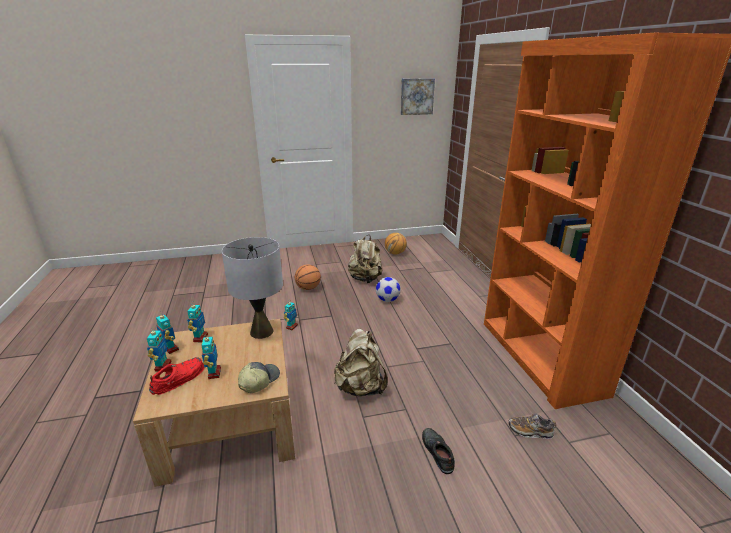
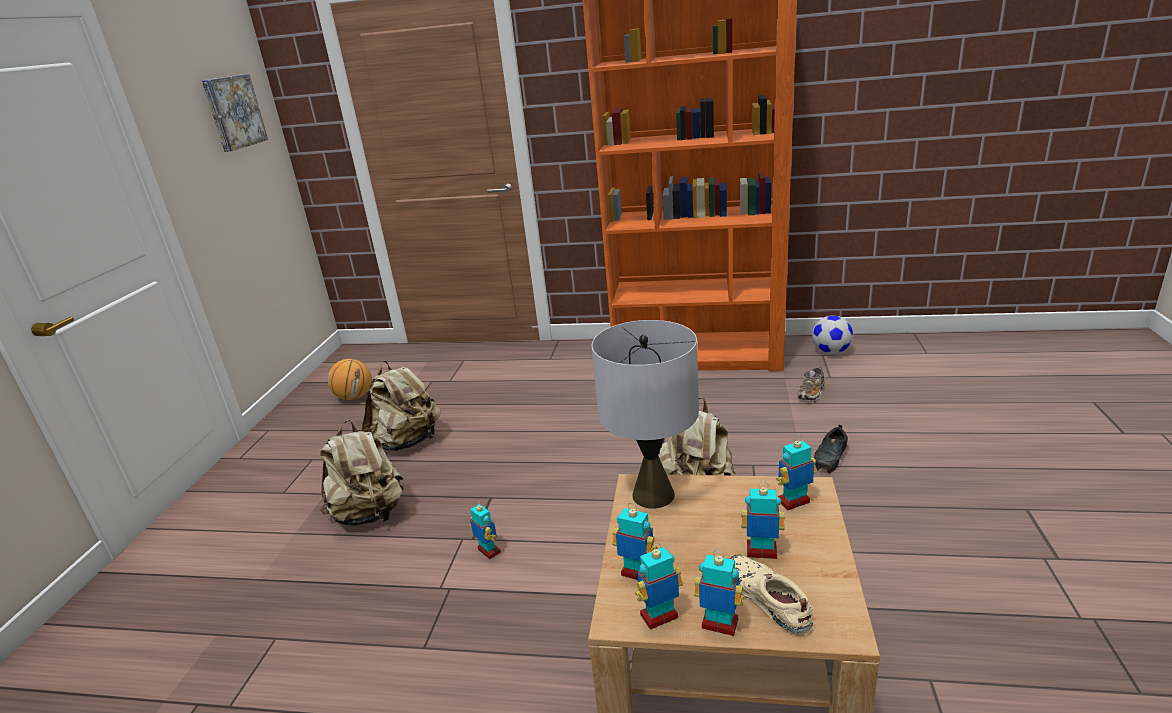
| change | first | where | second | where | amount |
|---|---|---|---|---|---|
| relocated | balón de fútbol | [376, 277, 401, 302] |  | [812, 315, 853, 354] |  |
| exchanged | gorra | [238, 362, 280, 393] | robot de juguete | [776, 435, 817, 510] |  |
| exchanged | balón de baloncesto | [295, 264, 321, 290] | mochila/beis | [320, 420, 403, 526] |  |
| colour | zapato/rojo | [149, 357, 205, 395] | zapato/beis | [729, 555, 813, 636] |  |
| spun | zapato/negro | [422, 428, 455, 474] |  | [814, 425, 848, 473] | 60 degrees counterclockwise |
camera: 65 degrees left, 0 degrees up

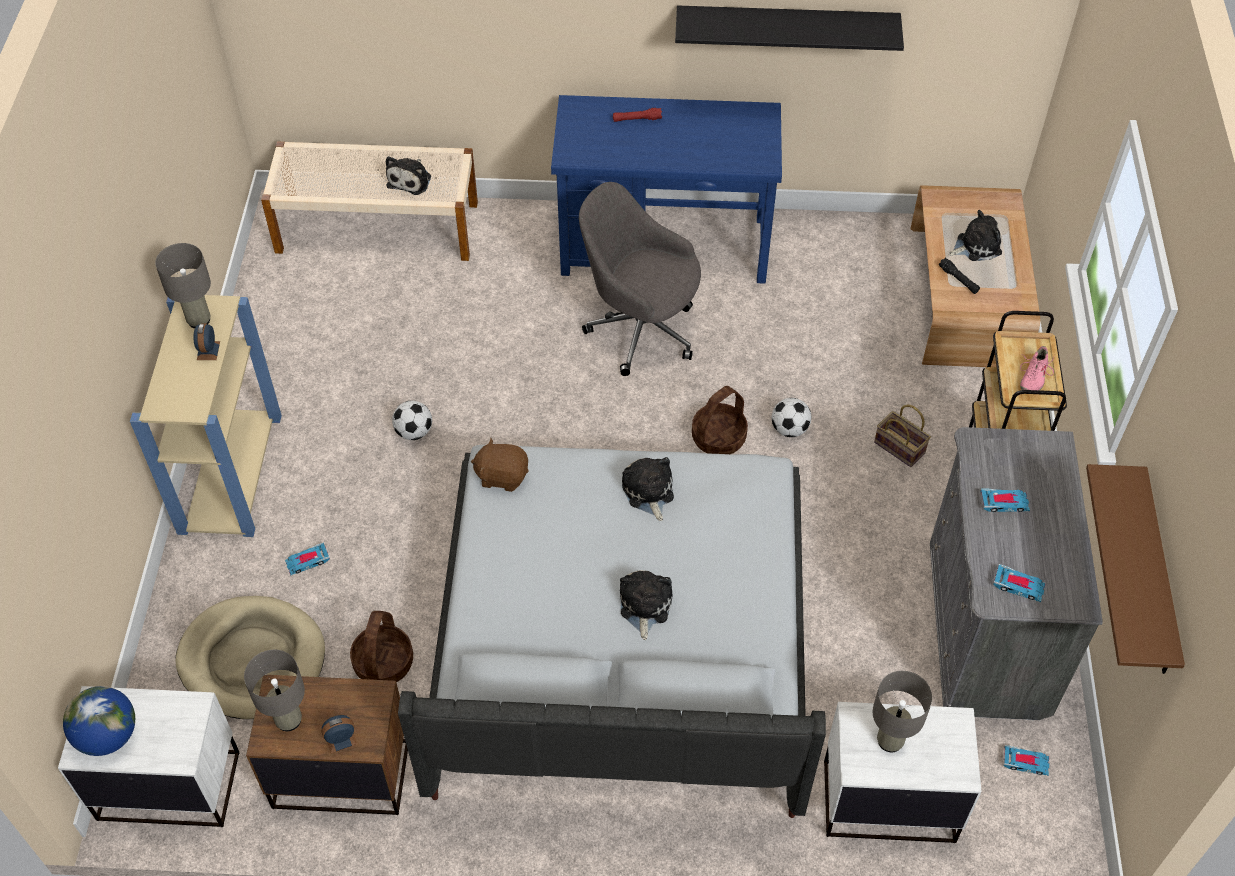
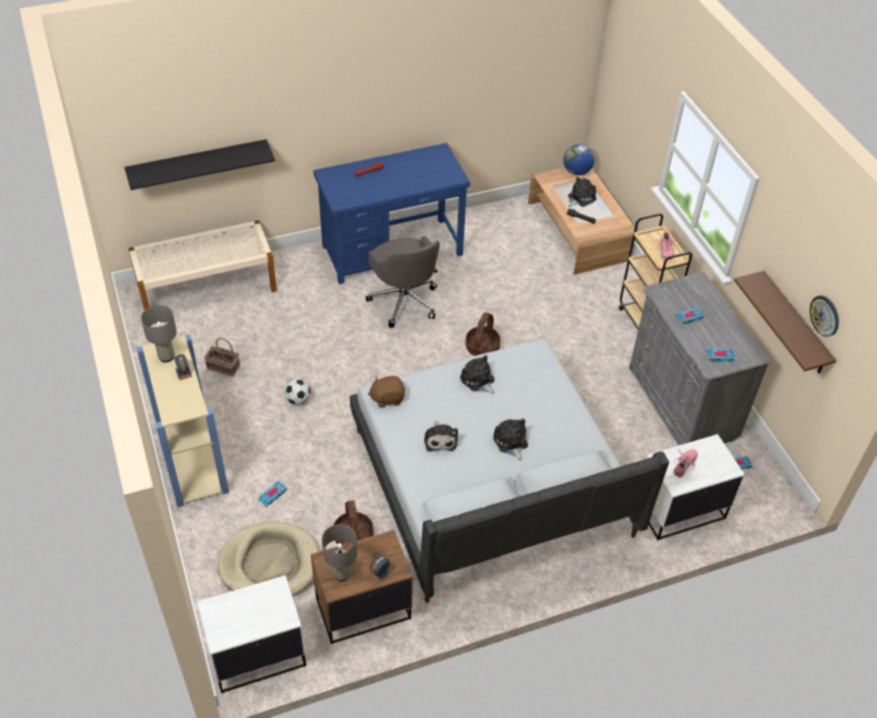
| change | first | where | second | where | amount |
|---|---|---|---|---|---|
| missing | balón de fútbol | [772, 398, 811, 437] |  |  |  |
| appeared |  |  | reloj de pared | [810, 295, 839, 337] |  |
| relocated | globo terráqueo | [63, 686, 135, 756] |  | [564, 144, 595, 175] |  |
| relocated | peluche | [386, 156, 431, 195] |  | [424, 421, 458, 452] |  |
| relocated | estante/negro | [675, 5, 904, 51] |  | [124, 139, 275, 190] |  |
| relocated | cesta | [874, 405, 931, 467] |  | [204, 338, 240, 377] |  |
| exchanged | lámpara de mesa/gris | [873, 671, 932, 752] | zapato/rosa | [673, 449, 697, 477] |  |
| spun | silla de oficina/gris | [579, 182, 701, 376] |  | [365, 236, 440, 328] | 120 degrees counterclockwise |
camera: 25 degrees left, 5 degrees down

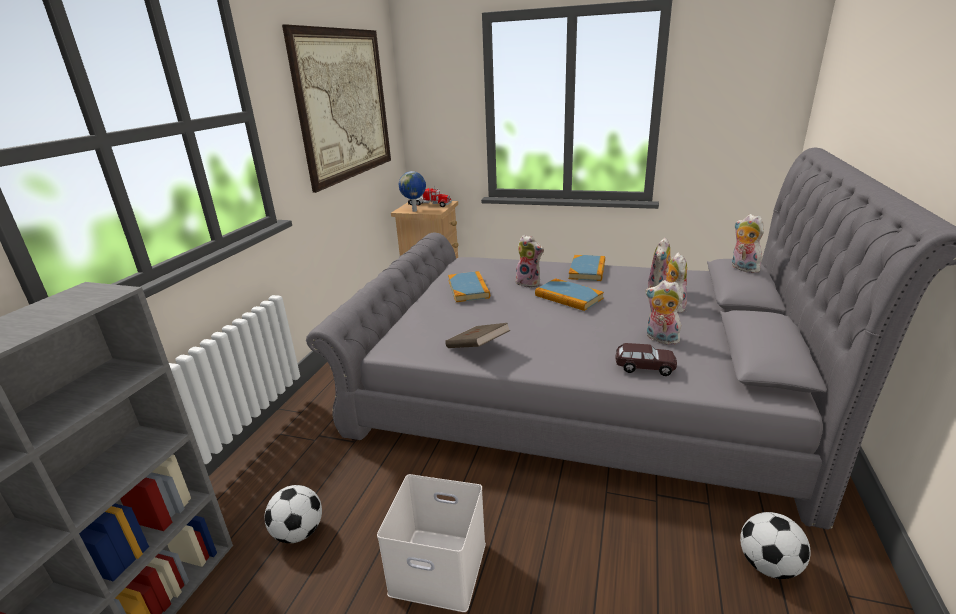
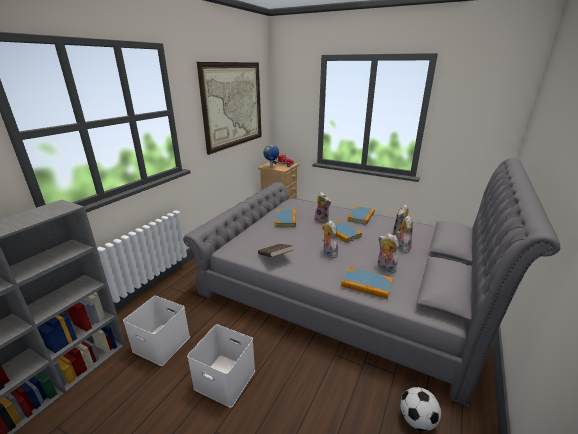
| change | first | where | second | where | amount |
|---|---|---|---|---|---|
| relocated | peluche | [732, 214, 764, 273] |  | [322, 220, 338, 258] |  |
| exchanged | balón de fútbol | [264, 485, 322, 543] | caja de almacenaje/blanco | [123, 296, 190, 366] |  |
| exchanged | coche de juguete/marrón | [616, 343, 677, 376] | libro | [341, 267, 393, 299] |  |
camera: 10 degrees right, 0 degrees up

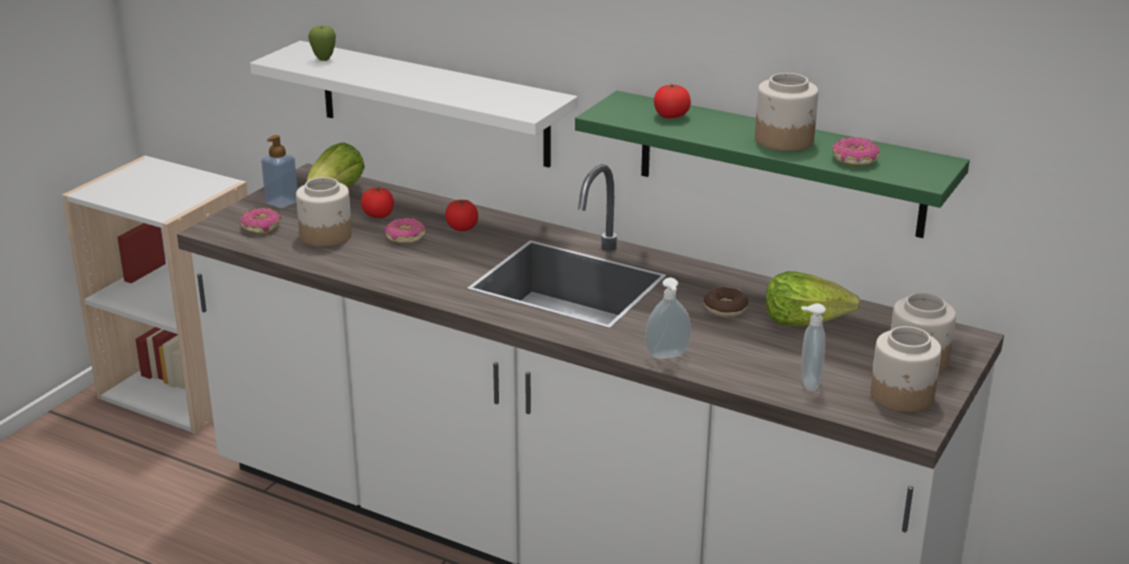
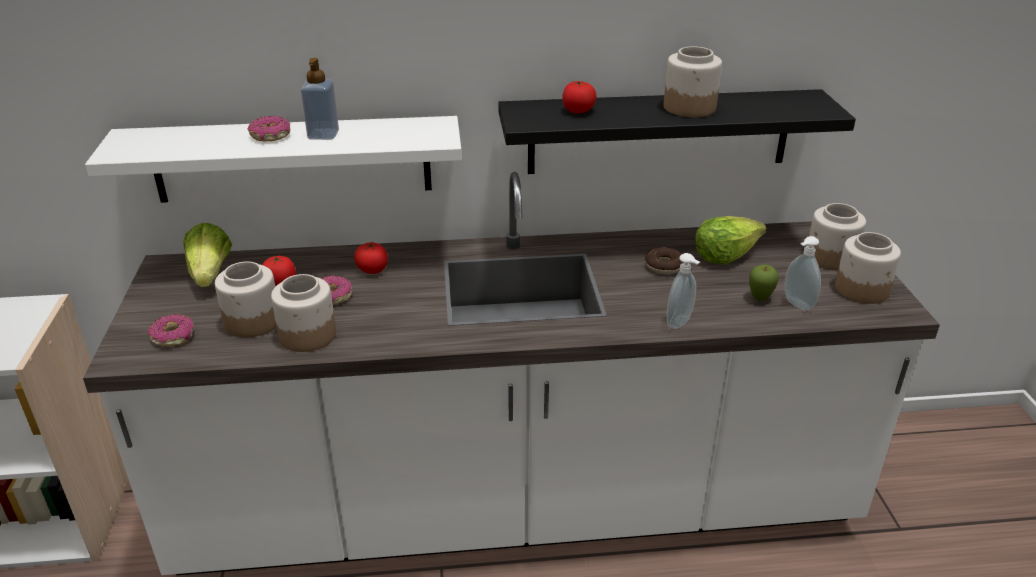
| change | first | where | second | where | amount |
|---|---|---|---|---|---|
| appeared |  |  | tarro | [271, 274, 336, 352] |  |
| relocated | dispensador de jabón | [261, 135, 298, 208] |  | [301, 58, 339, 140] |  |
| relocated | manzana | [308, 25, 336, 61] |  | [749, 265, 778, 301] |  |
| relocated | rosquilla | [832, 137, 880, 166] |  | [248, 116, 290, 141] |  |
| colour | estante/verde | [575, 91, 970, 238] | estante/negro | [498, 89, 856, 174] |  |
camera: 35 degrees left, 5 degrees up

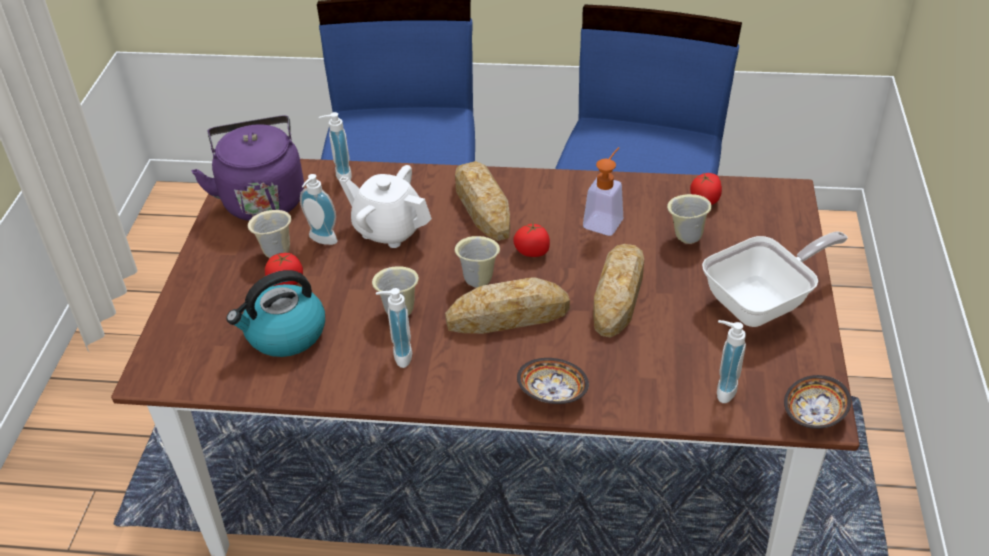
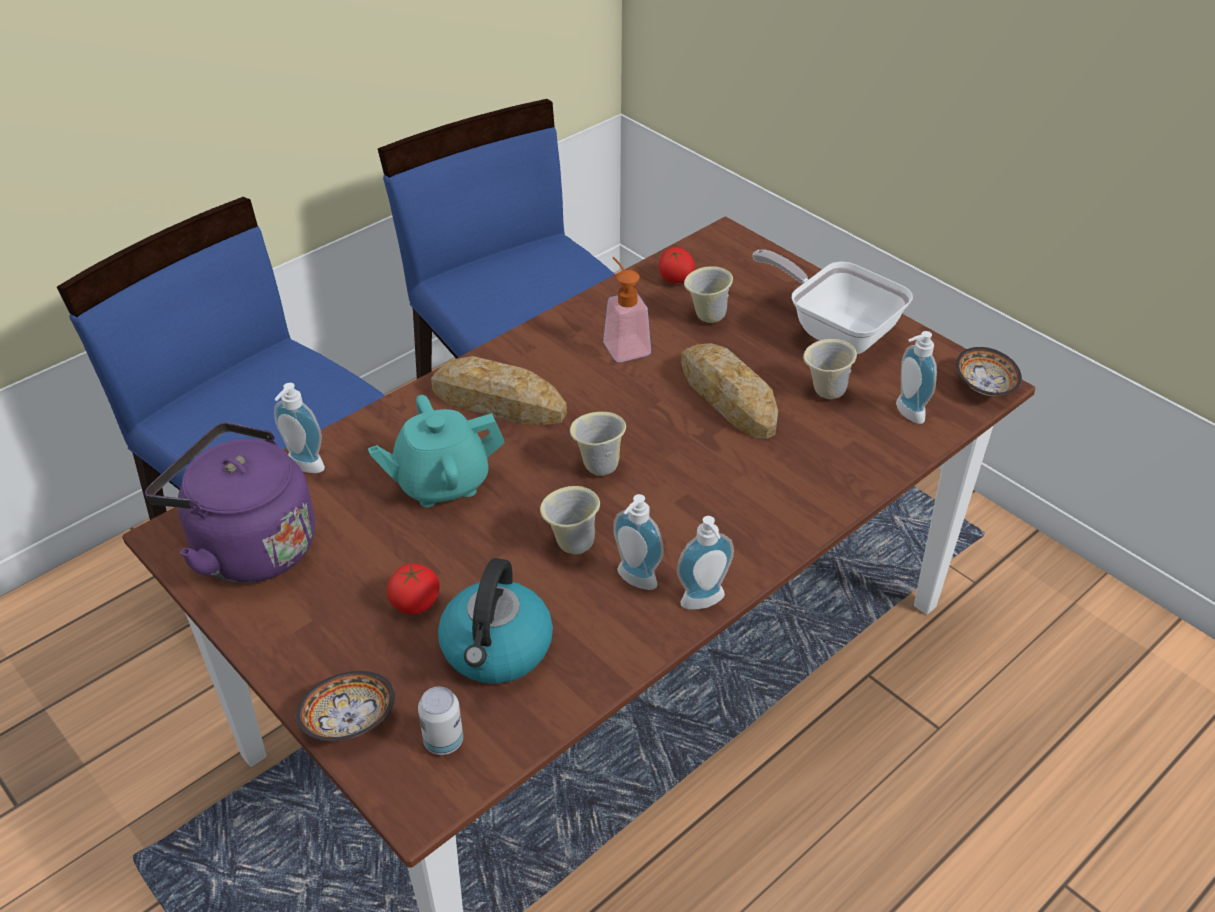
| change | first | where | second | where | amount |
|---|---|---|---|---|---|
| missing | pan | [445, 277, 570, 334] |  |  |  |
| missing | tomate | [513, 223, 550, 257] |  |  |  |
| appeared |  |  | lata | [418, 687, 463, 755] |  |
| relocated | taza grande/beis | [248, 210, 291, 258] |  | [803, 339, 857, 399] |  |
| relocated | dispensador de jabón | [300, 174, 338, 245] |  | [677, 516, 734, 609] |  |
| relocated | cuenco | [517, 358, 589, 404] |  | [296, 671, 395, 741] |  |
| colour | tetera/blanco | [339, 165, 432, 248] | tetera/turquesa | [368, 395, 505, 507] |  |
| spun | sartén | [702, 231, 848, 327] |  | [752, 250, 913, 354] | 60 degrees counterclockwise |
camera: 50 degrees left, 0 degrees up

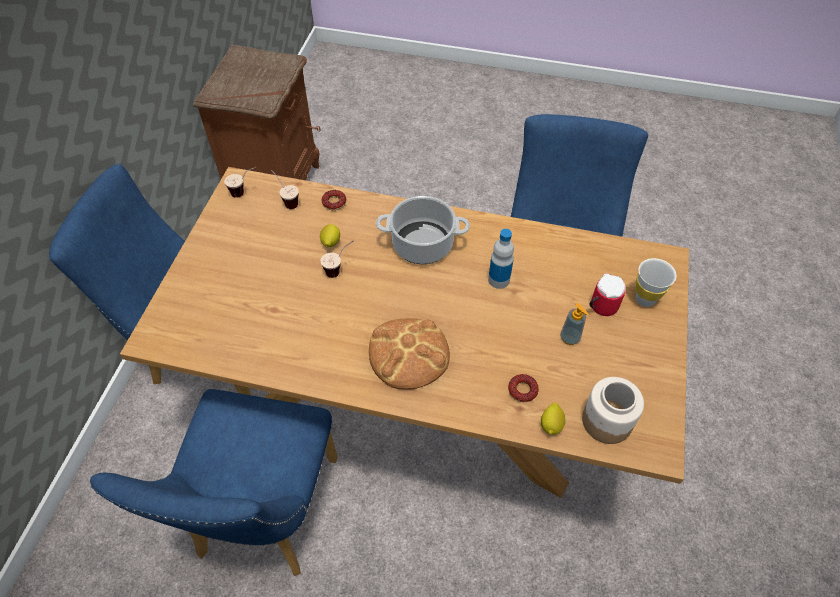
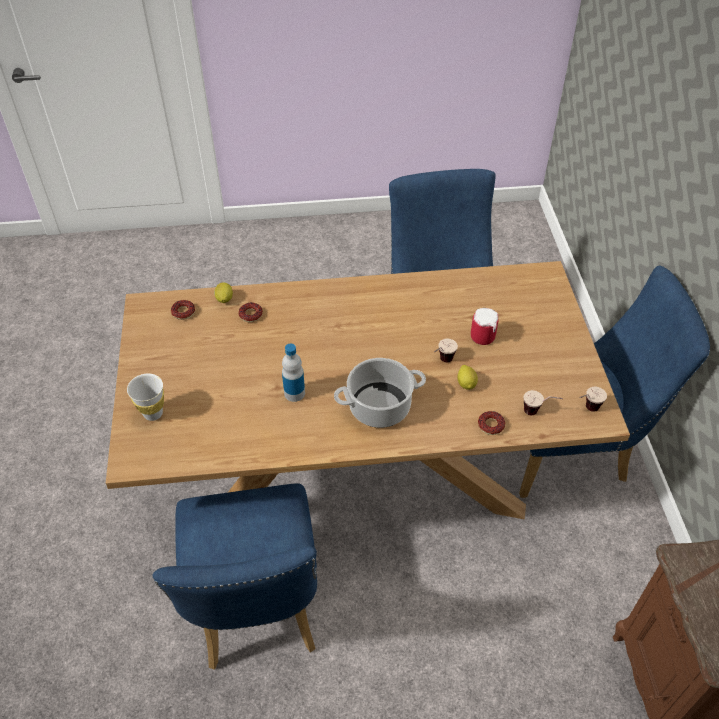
| change | first | where | second | where | amount |
|---|---|---|---|---|---|
| missing | pan | [369, 318, 450, 390] |  |  |  |
| missing | dispensador de jabón | [560, 303, 588, 345] |  |  |  |
| relocated | taza grande | [589, 273, 626, 316] |  | [471, 308, 498, 345] |  |
| exchanged | tarro | [582, 377, 644, 444] | rosquilla | [171, 300, 195, 320] |  |
camera: 160 degrees right, 5 degrees down

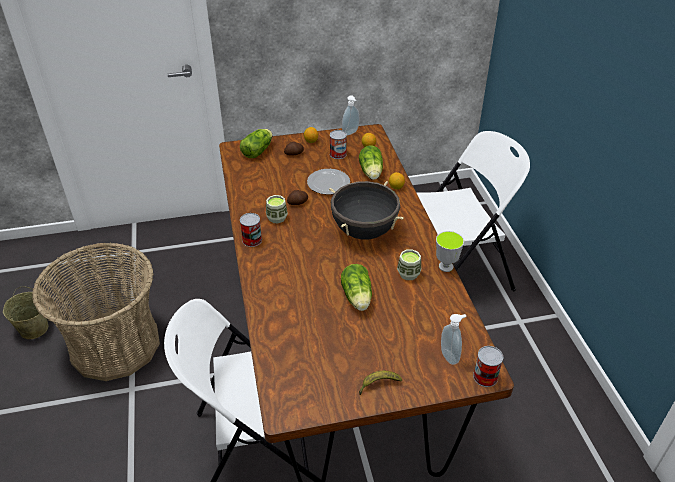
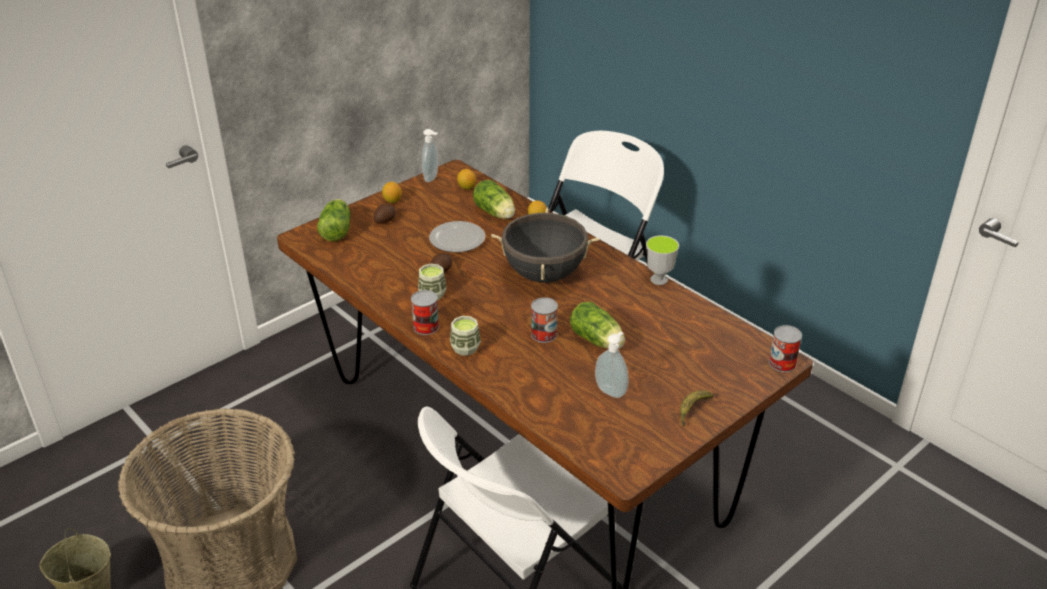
| change | first | where | second | where | amount |
|---|---|---|---|---|---|
| relocated | lata | [330, 130, 347, 159] |  | [531, 297, 558, 343] |  |
| relocated | taza | [397, 249, 421, 280] |  | [450, 316, 481, 356] |  |
| relocated | dispensador de jabón | [441, 314, 466, 365] |  | [595, 332, 629, 398] |  |
camera: 30 degrees left, 5 degrees down

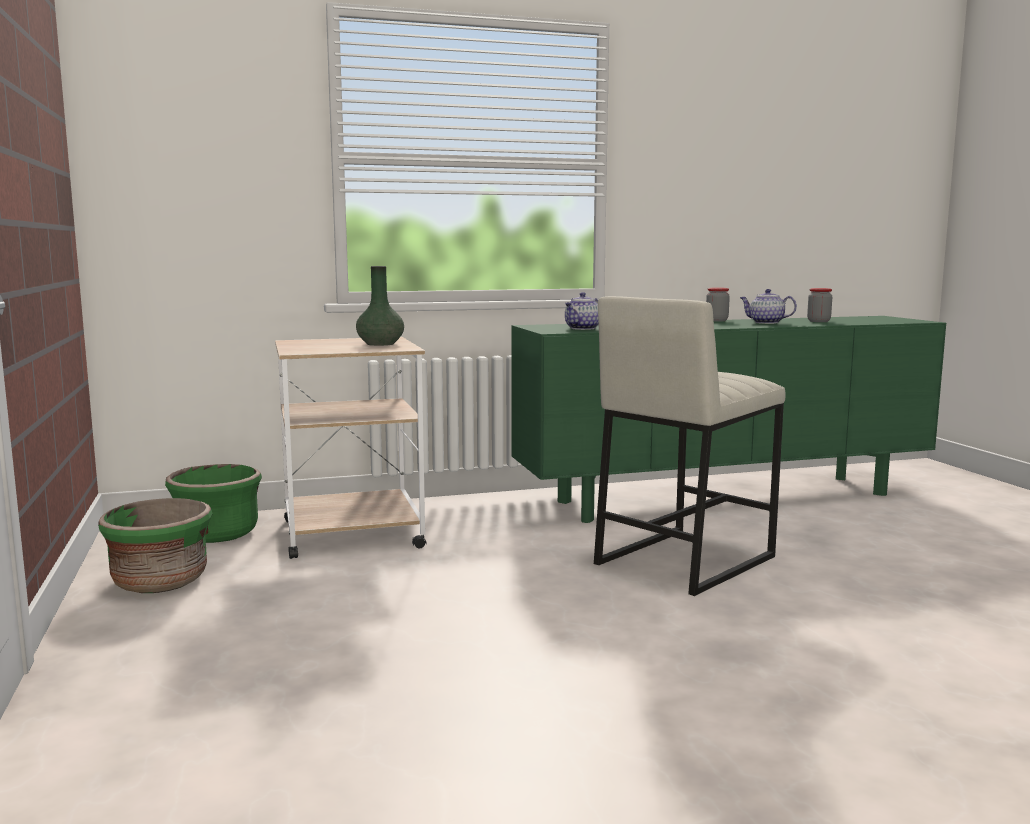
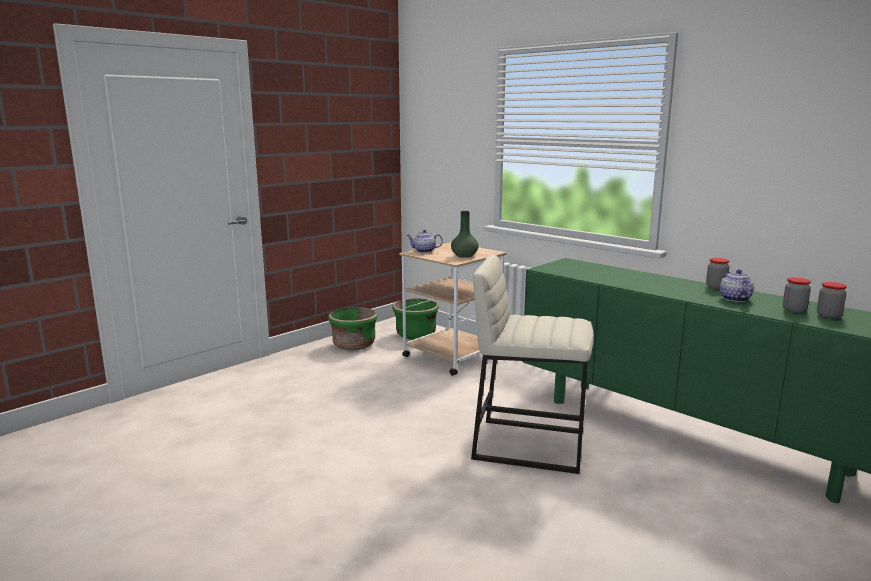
| change | first | where | second | where | amount |
|---|---|---|---|---|---|
| appeared |  |  | tarro | [817, 282, 847, 319] |  |
| relocated | tetera | [565, 292, 599, 330] |  | [407, 230, 443, 253] |  |
camera: 60 degrees right, 5 degrees up

